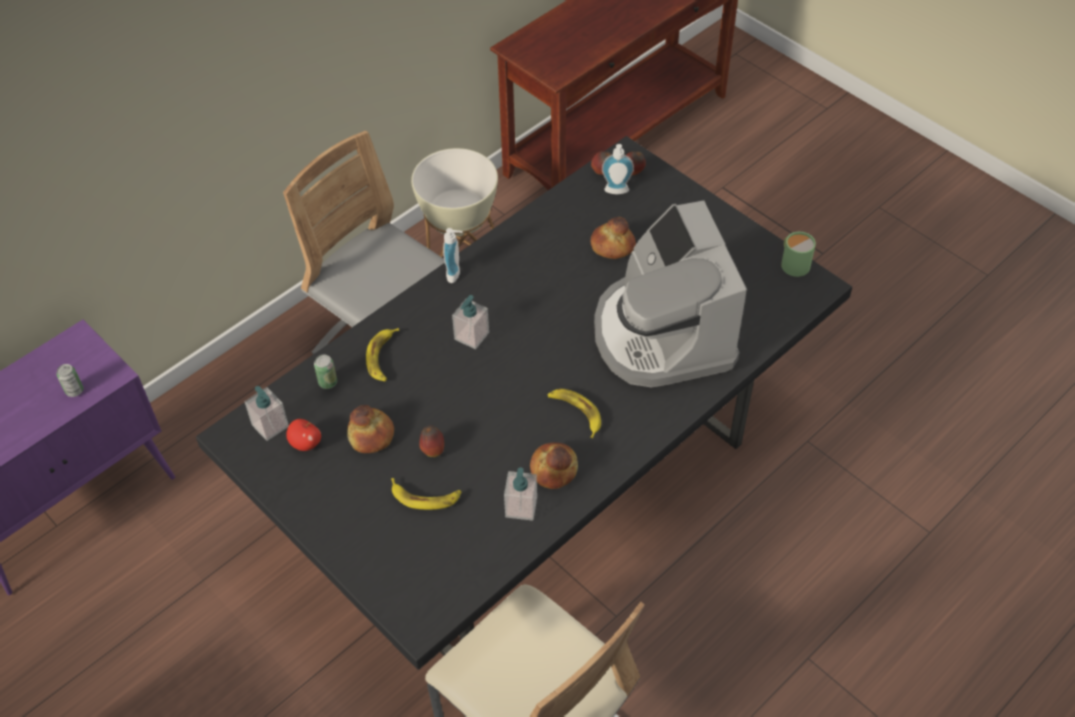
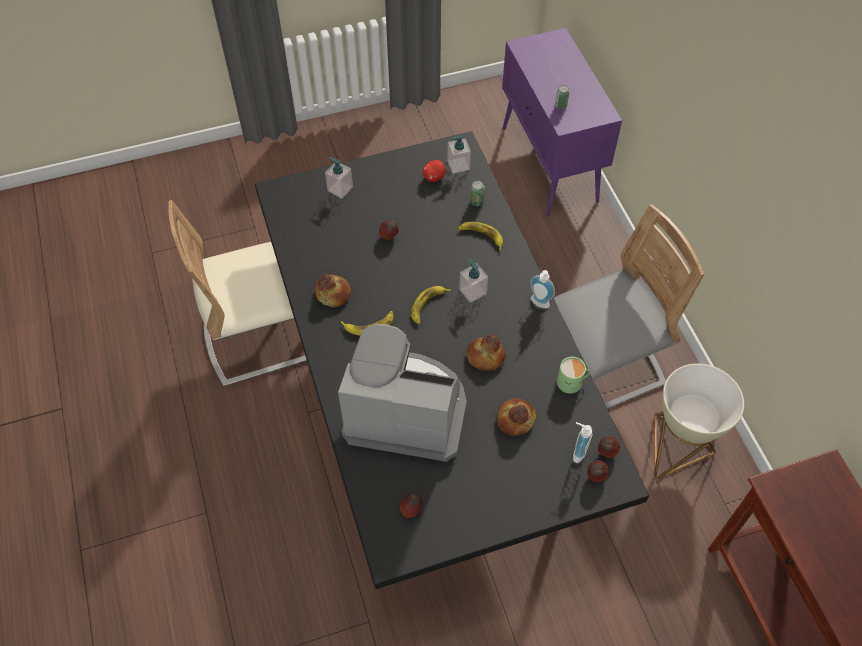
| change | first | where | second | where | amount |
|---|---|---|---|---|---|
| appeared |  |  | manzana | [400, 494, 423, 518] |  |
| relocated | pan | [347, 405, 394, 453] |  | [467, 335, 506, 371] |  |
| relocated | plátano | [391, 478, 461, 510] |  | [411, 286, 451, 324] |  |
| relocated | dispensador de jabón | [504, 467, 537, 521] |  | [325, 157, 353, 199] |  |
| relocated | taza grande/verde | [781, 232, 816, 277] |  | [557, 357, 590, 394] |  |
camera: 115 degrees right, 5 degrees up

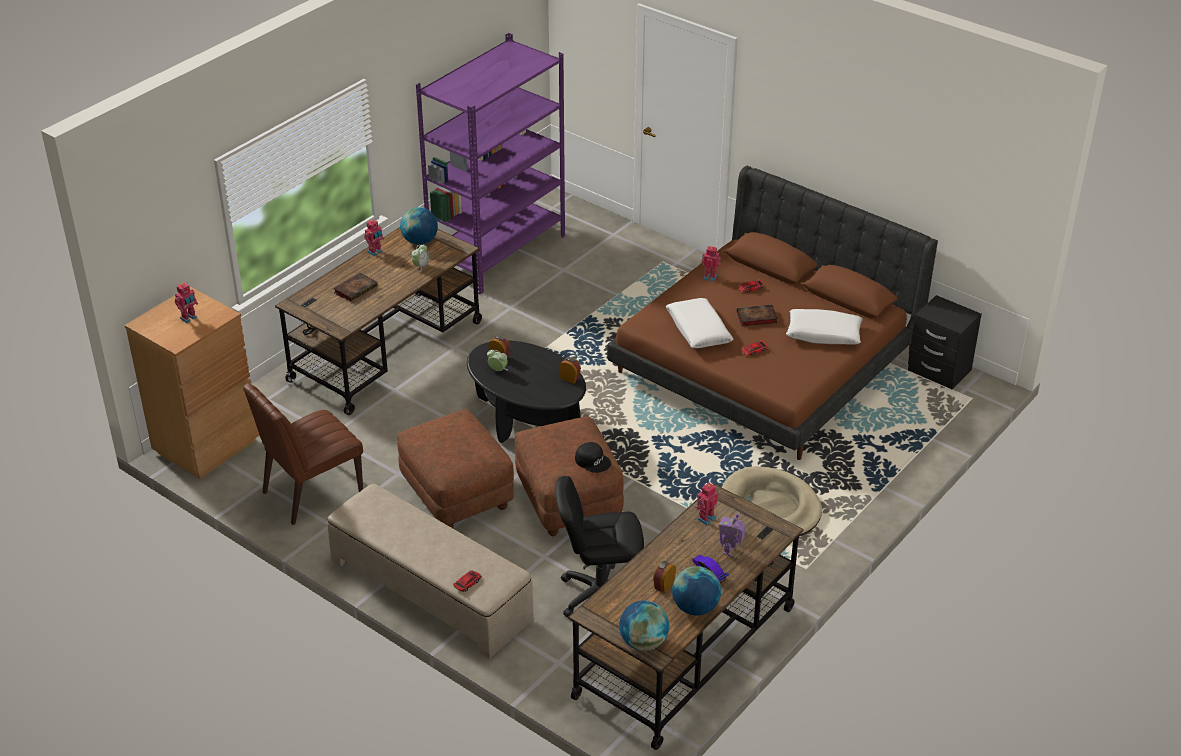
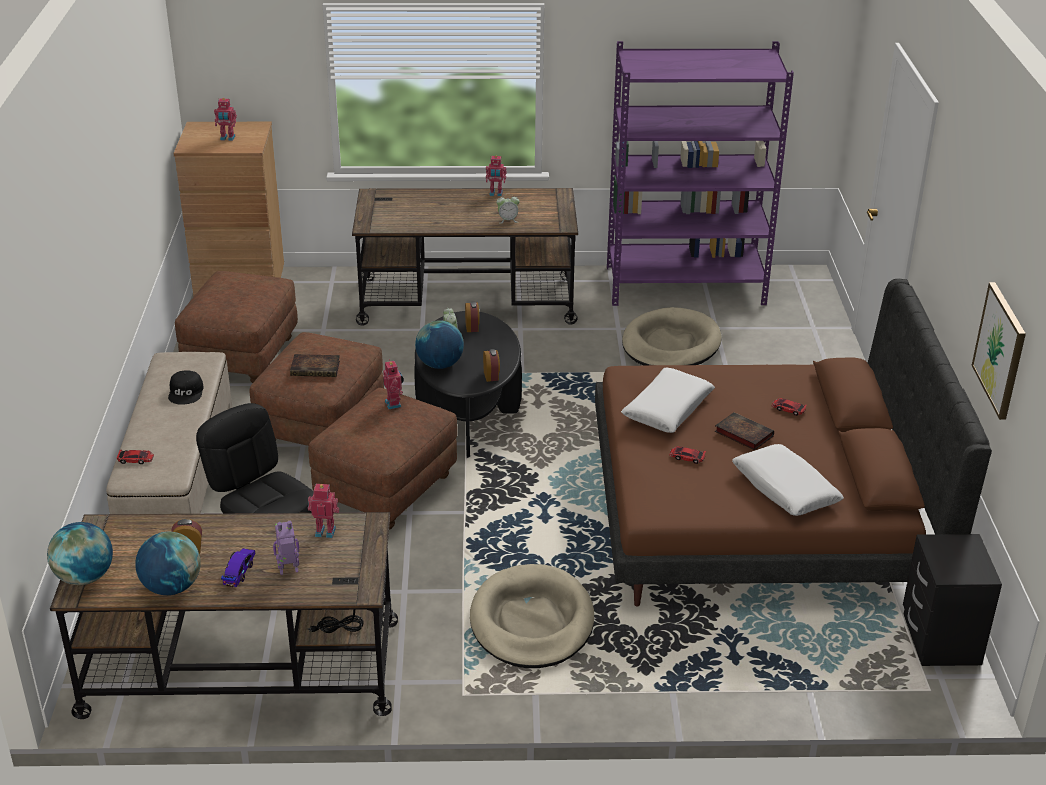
| change | first | where | second | where | amount |
|---|---|---|---|---|---|
| appeared |  |  | cama para perro/beis | [622, 307, 721, 366] |  |
| appeared |  |  | cuadro | [971, 282, 1026, 420] |  |
| relocated | libro | [333, 273, 377, 302] |  | [290, 354, 340, 377] |  |
| relocated | globo terráqueo | [400, 207, 438, 245] |  | [415, 320, 464, 369] |  |
| relocated | gorra/negro | [575, 442, 611, 473] |  | [168, 370, 204, 405] |  |
| relocated | robot de juguete | [702, 246, 721, 281] |  | [383, 359, 404, 410] |  |
| exchanged | silla/marrón | [243, 383, 363, 525] | puf/marrón | [175, 271, 298, 383] |  |
camera: 50 degrees right, 5 degrees down

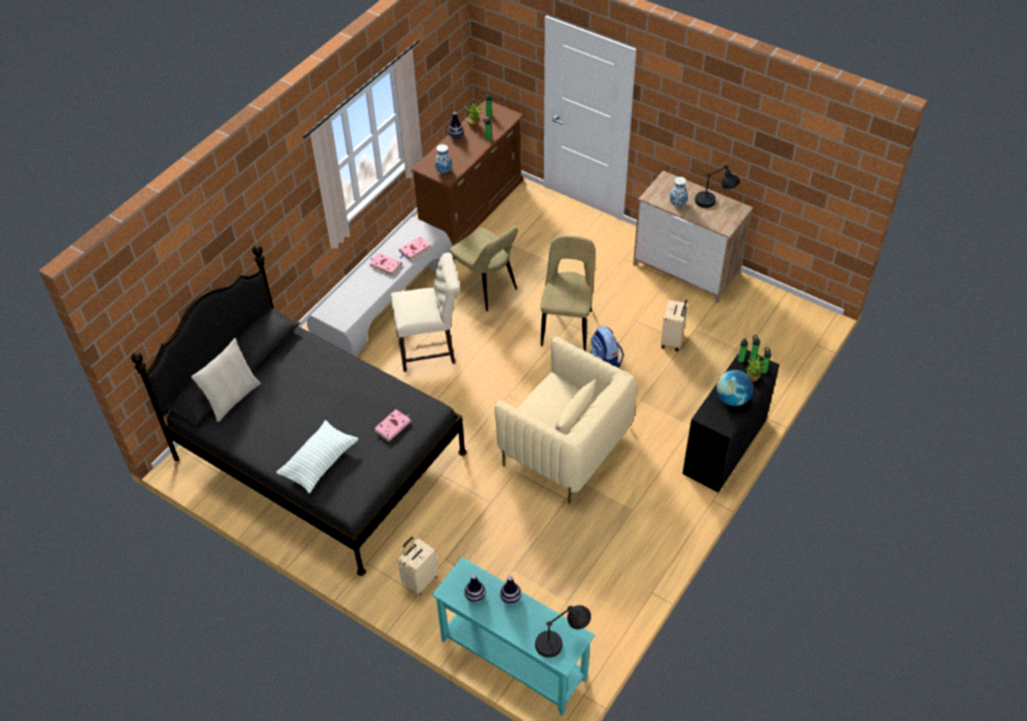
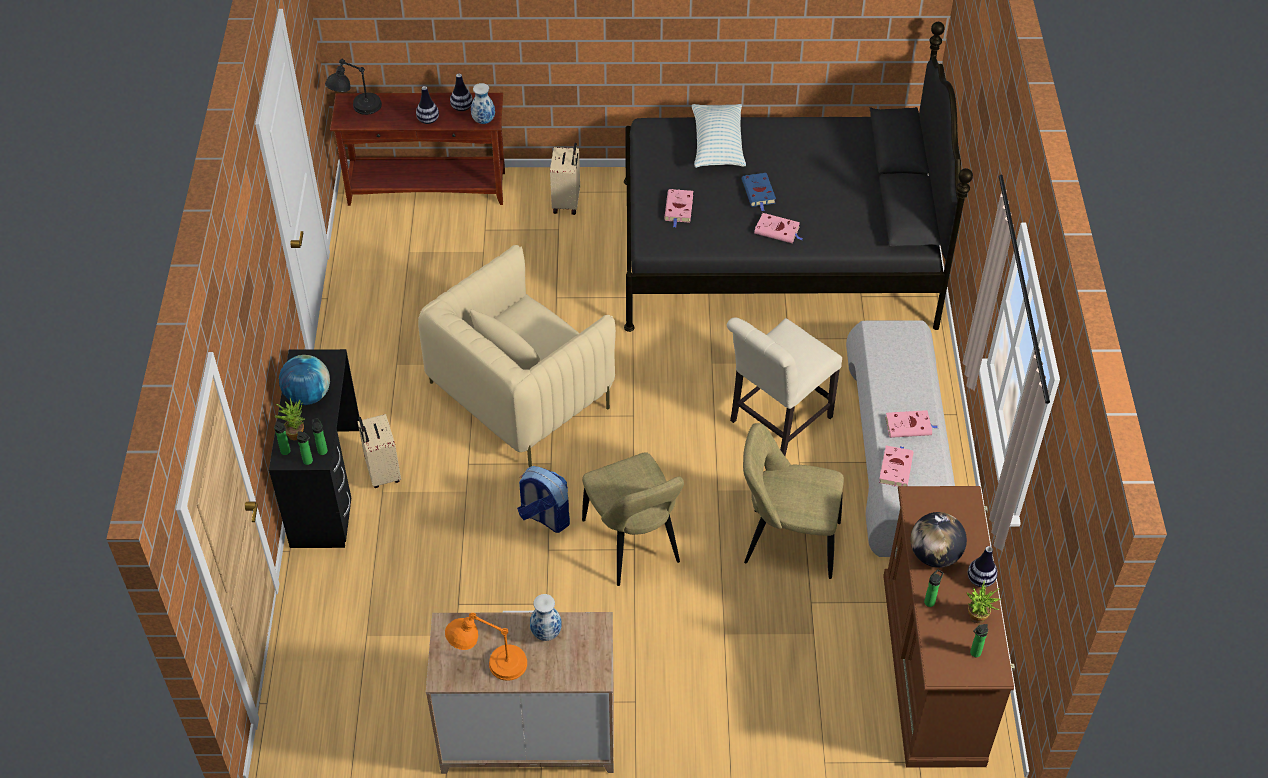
| change | first | where | second | where | amount |
|---|---|---|---|---|---|
| missing | cojín/beis | [191, 338, 261, 422] |  |  |  |
| appeared |  |  | libro/azul | [742, 173, 776, 211] |  |
| appeared |  |  | libro/rosa | [754, 213, 803, 243] |  |
| appeared |  |  | globo terráqueo | [911, 512, 967, 568] |  |
| relocated | florero | [435, 144, 452, 174] |  | [471, 83, 495, 124] |  |
| relocated | maleta/beis | [661, 300, 688, 351] |  | [357, 414, 401, 488] |  |
| colour | mesa consola/turquesa | [432, 557, 595, 716] | mesa consola/marrón | [330, 93, 505, 206] |  |
| colour | lámpara de mesa/negro | [695, 165, 740, 208] | lámpara de mesa/naranja | [445, 613, 527, 681] |  |
| spun | sillón/beis | [495, 337, 637, 504] |  | [418, 245, 616, 467] | 45 degrees counterclockwise |
camera: 145 degrees right, 0 degrees up

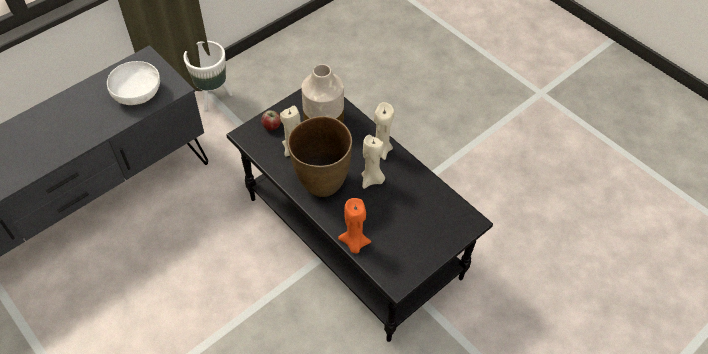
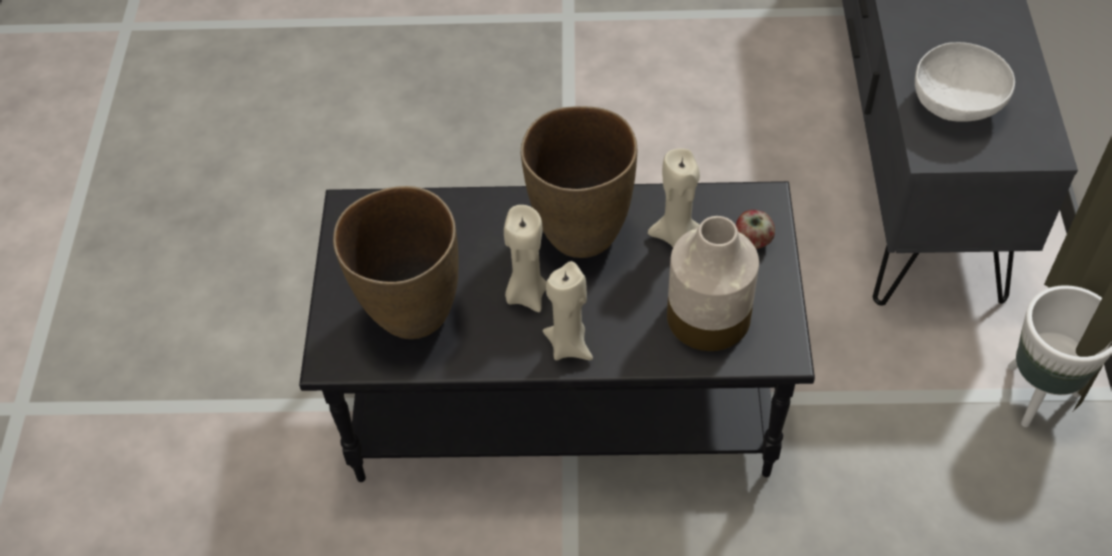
| change | first | where | second | where | amount |
|---|---|---|---|---|---|
| missing | vela/naranja | [338, 198, 371, 253] |  |  |  |
| appeared |  |  | florero/marrón | [333, 186, 459, 339] |  |
camera: 135 degrees right, 0 degrees up

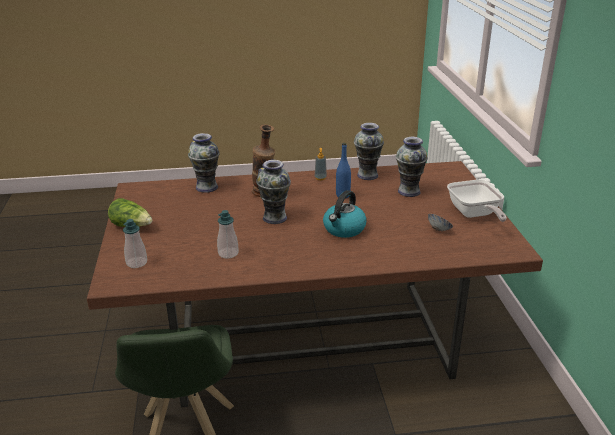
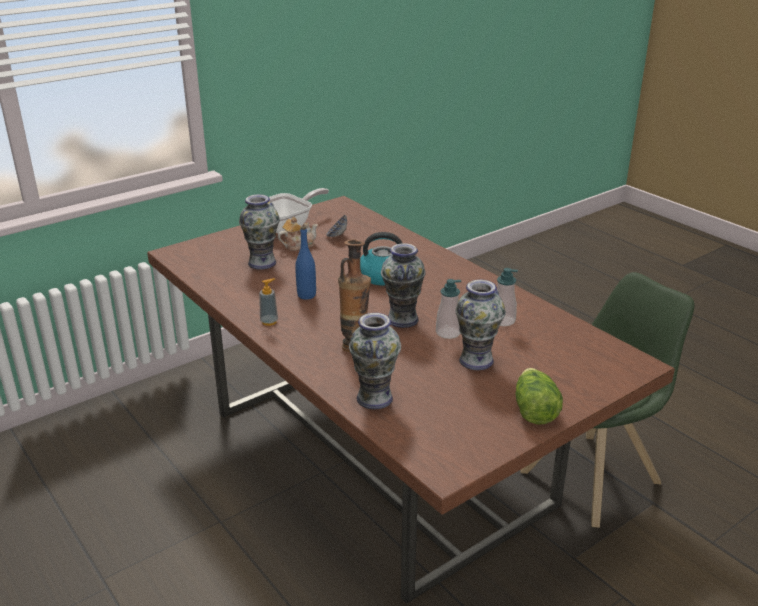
| change | first | where | second | where | amount |
|---|---|---|---|---|---|
| appeared |  |  | tetera | [278, 217, 318, 251] |  |
| relocated | dispensador de jabón | [123, 219, 147, 268] |  | [436, 279, 461, 339] |  |
| relocated | florero | [354, 123, 384, 180] |  | [455, 280, 506, 370] |  |
camera: 120 degrees left, 0 degrees up

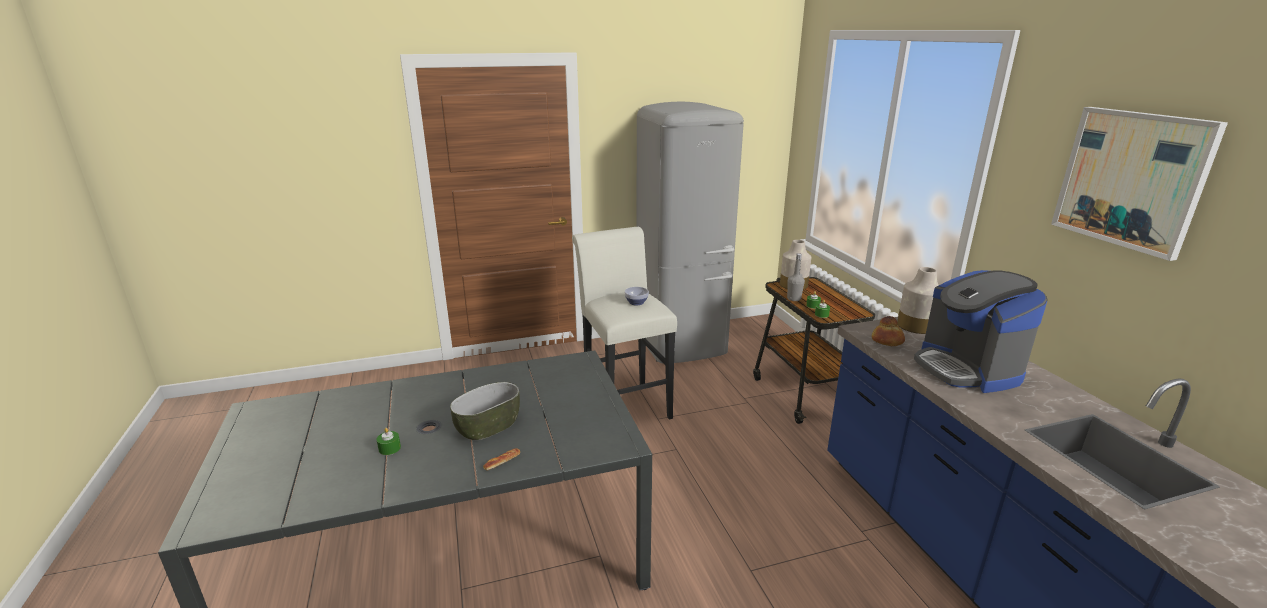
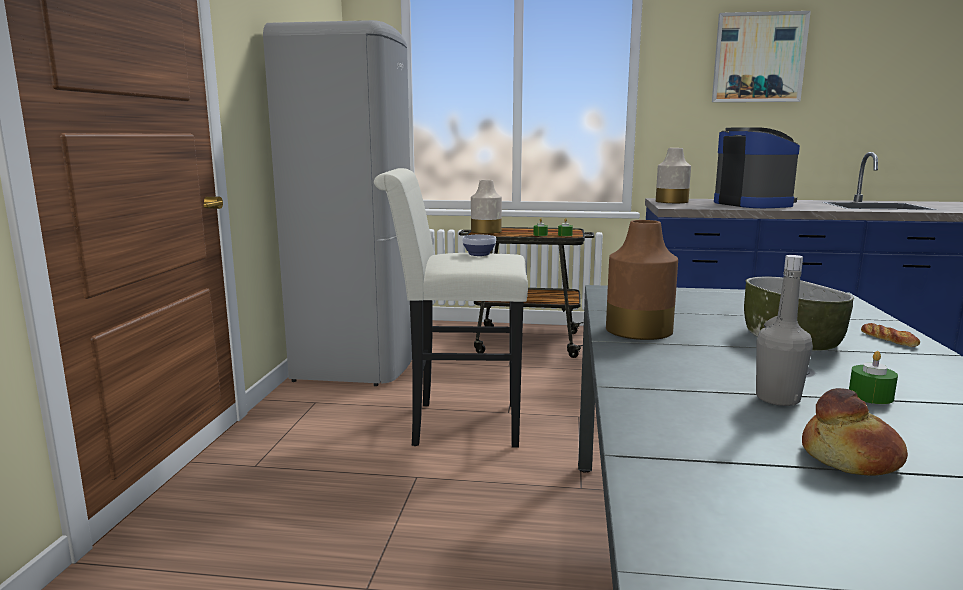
| change | first | where | second | where | amount |
|---|---|---|---|---|---|
| appeared |  |  | florero/marrón | [606, 220, 678, 340] |  |
| relocated | botella/gris | [787, 253, 805, 301] |  | [756, 255, 813, 406] |  |
| relocated | pan | [872, 316, 905, 346] |  | [802, 388, 908, 476] |  |
| spun | cafetera | [914, 270, 1048, 393] |  | [714, 127, 800, 208] | 120 degrees counterclockwise |
camera: 65 degrees left, 10 degrees down

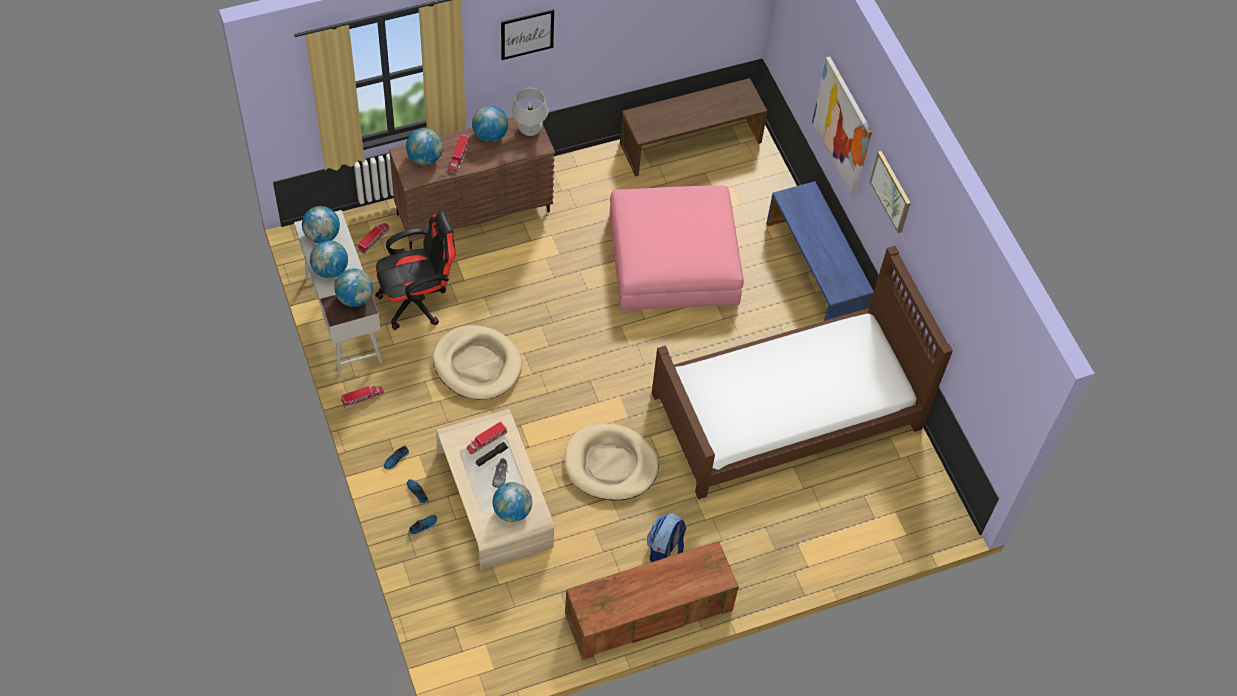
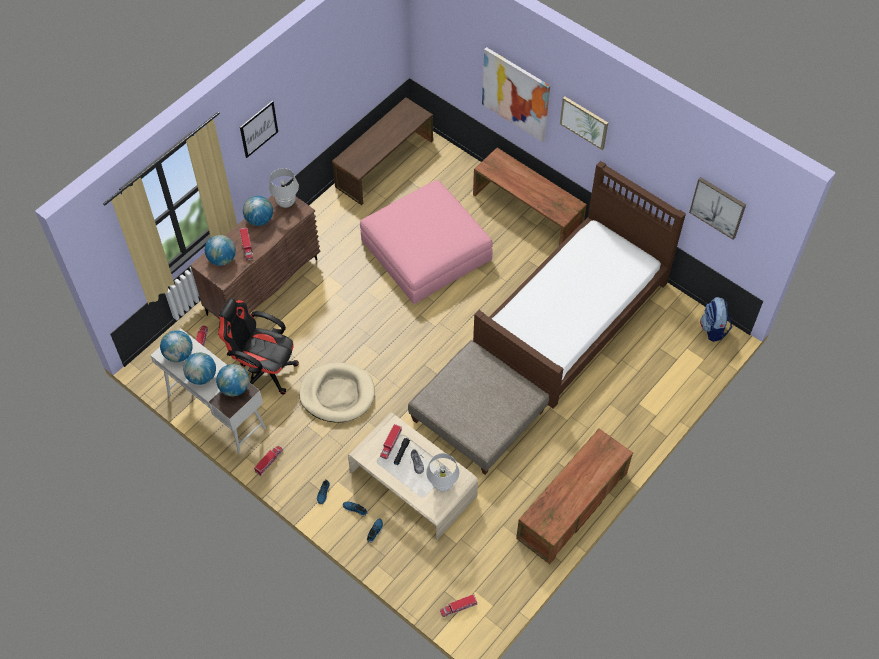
| change | first | where | second | where | amount |
|---|---|---|---|---|---|
| appeared |  |  | camión de juguete | [440, 594, 477, 617] |  |
| appeared |  |  | cuadro | [689, 177, 746, 240] |  |
| relocated | mochila | [647, 513, 686, 562] |  | [700, 297, 732, 342] |  |
| exchanged | globo terráqueo | [493, 482, 532, 522] | lámpara de mesa/blanco | [426, 453, 459, 492] |  |
| exchanged | cama para perro/beis | [565, 423, 658, 500] | puf/beis | [408, 340, 549, 475] |  |
| colour | banco/azul | [766, 181, 874, 321] | banco/marrón | [473, 148, 587, 246] |  |
| spun | silla de oficina/negro | [375, 211, 456, 330] |  | [218, 298, 299, 395] | 105 degrees counterclockwise |
camera: 25 degrees left, 0 degrees up

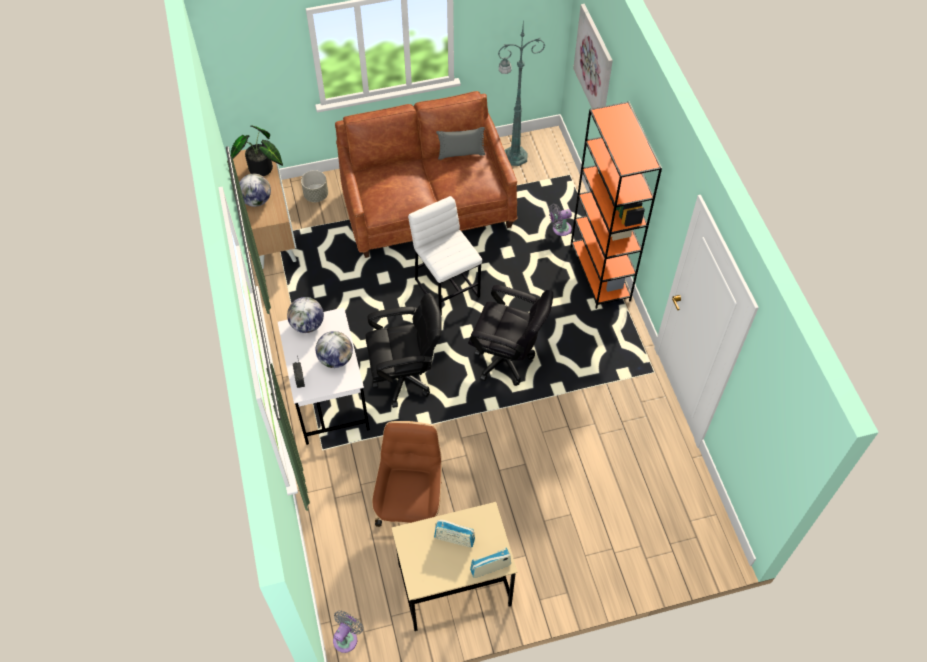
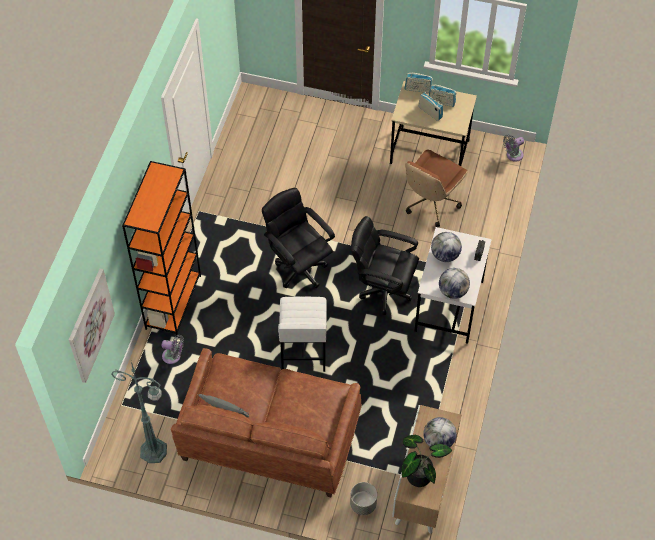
| change | first | where | second | where | amount |
|---|---|---|---|---|---|
| appeared |  |  | radio | [429, 85, 456, 107] |  |
camera: 150 degrees left, 0 degrees up

